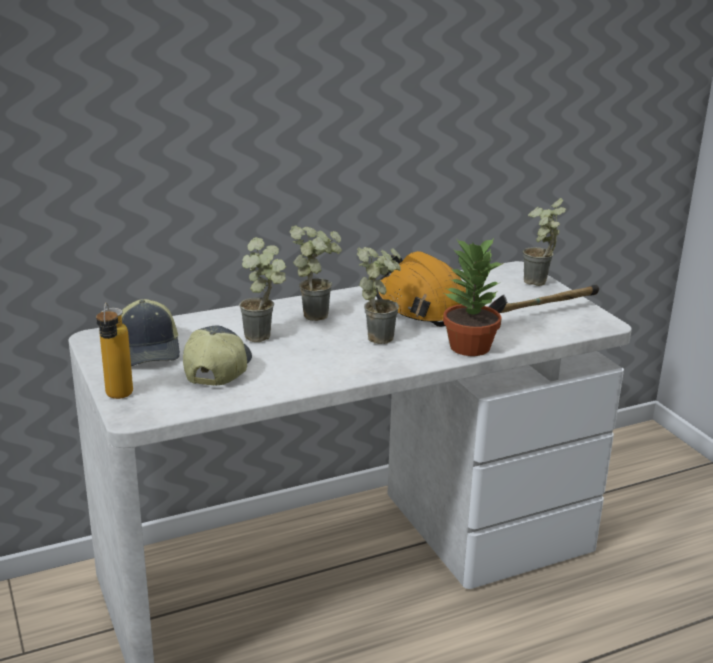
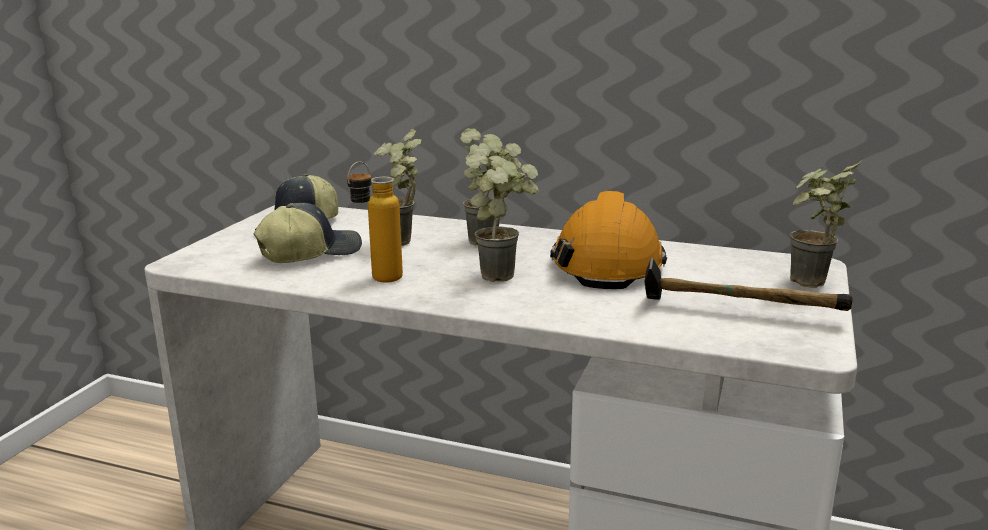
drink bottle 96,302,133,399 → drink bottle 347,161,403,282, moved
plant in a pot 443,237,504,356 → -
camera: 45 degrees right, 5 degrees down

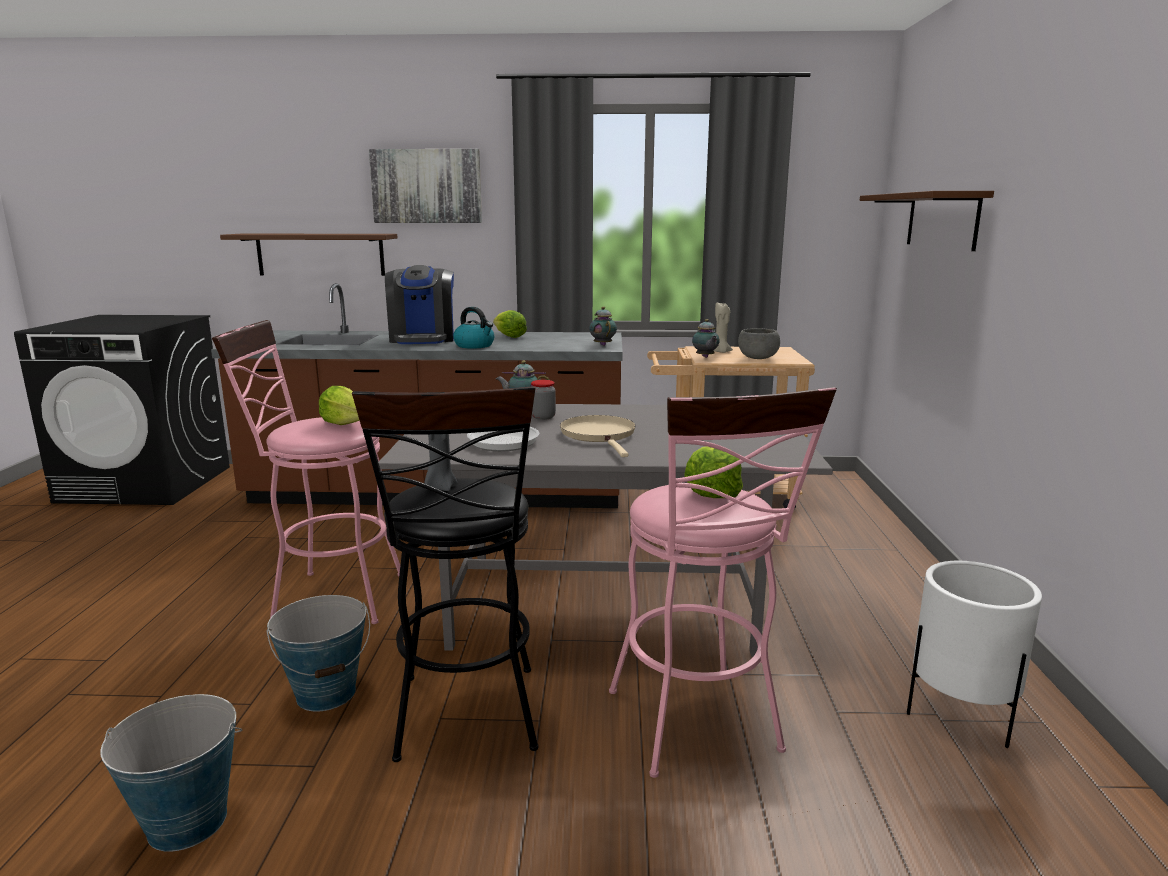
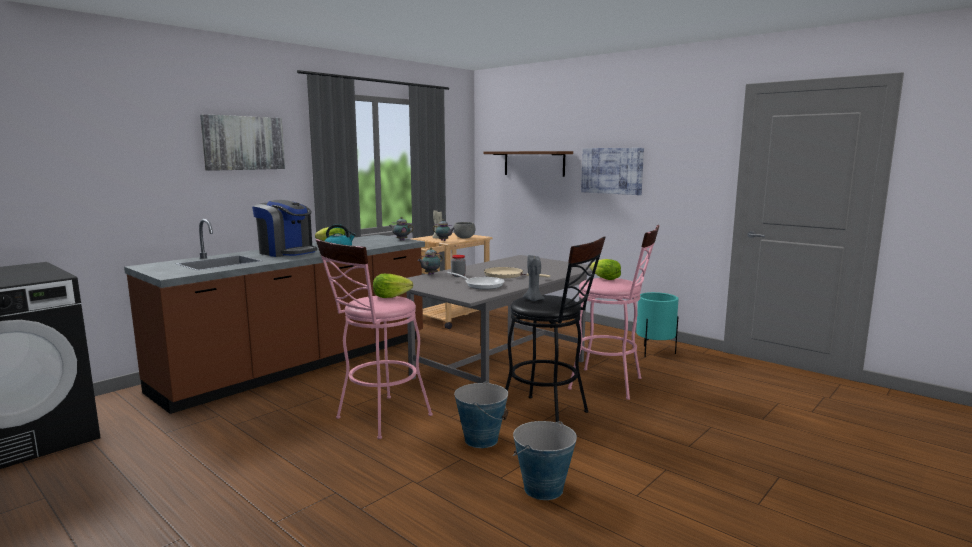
- → wall picture 581,148,644,195
white-coloured flower pot 907,561,1042,748 → turquoise-coloured flower pot 636,292,679,357
brownish bracket shelf 220,234,398,276 → -
camera: 50 degrees left, 5 degrees down

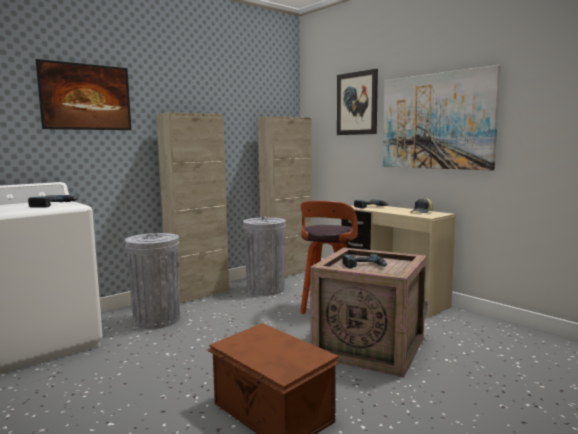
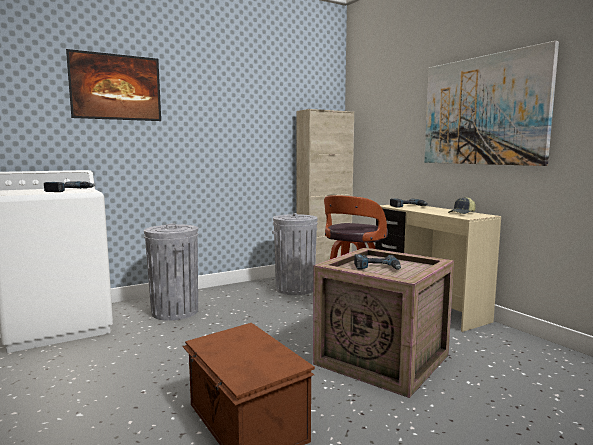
sand-coloured cabinet 156,112,229,303 → -
wall picture 337,69,378,135 → -
camera: 10 degrees right, 0 degrees up

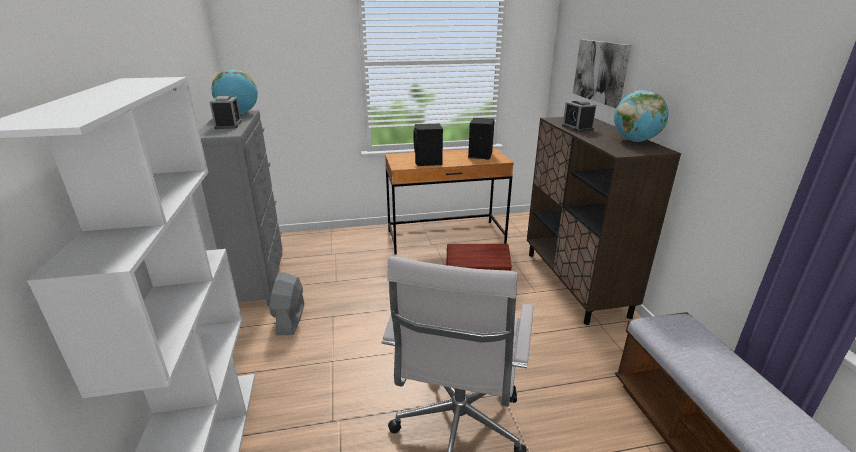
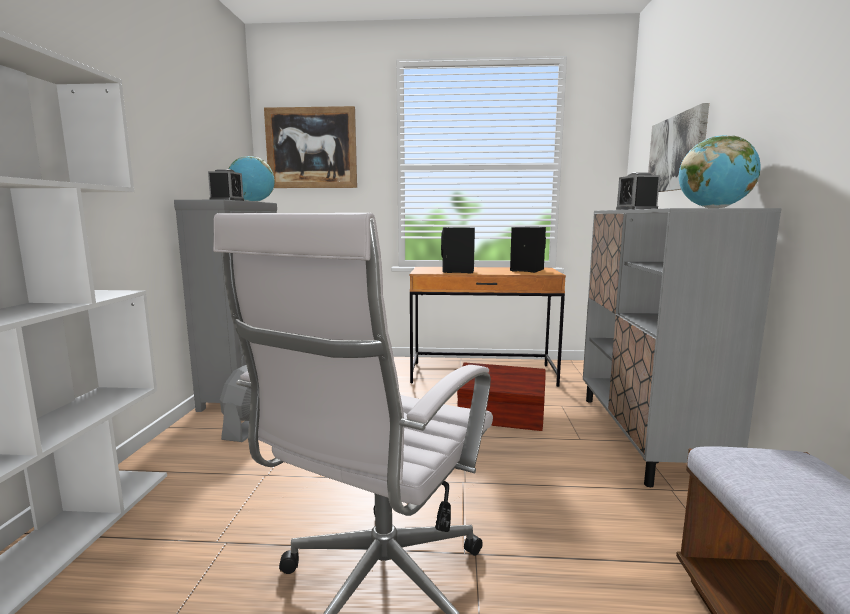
- → wall picture 264,106,357,188
brownish cabinet 527,117,681,325 → grey cabinet 583,208,781,487
camera: 15 degrees right, 15 degrees down

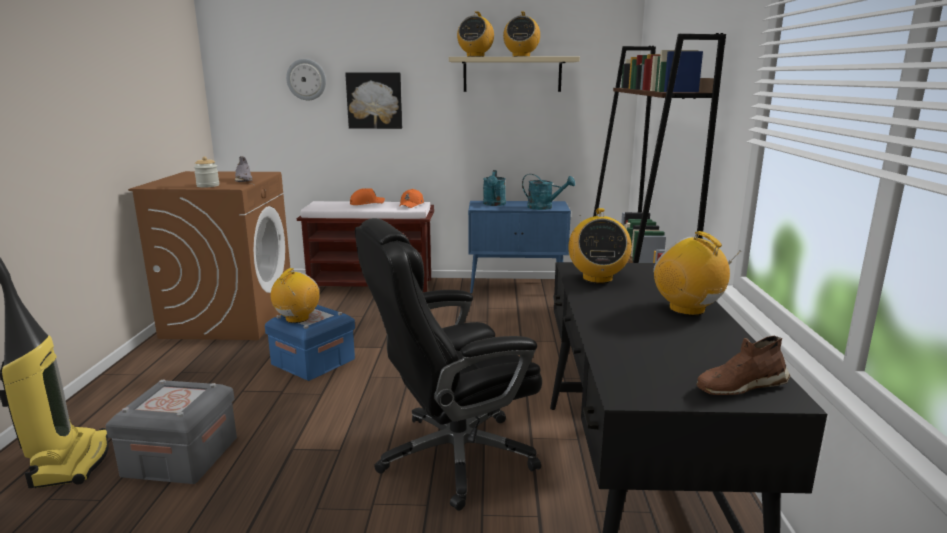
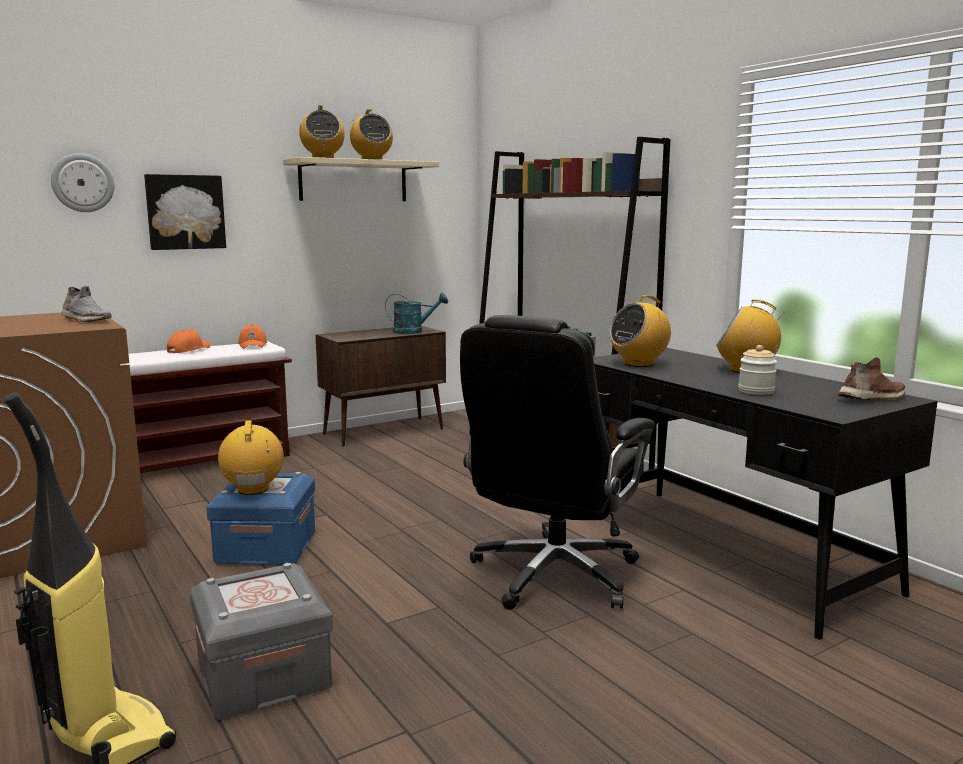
blue cabinet 468,201,571,294 → brownish cabinet 316,326,446,447
radio 568,208,632,284 → radio 610,295,671,367, 90 degrees clockwise
jar 194,156,219,188 → jar 738,345,777,395, moved
brownish item of footwear 696,336,790,395 → brownish item of footwear 838,358,905,400, 150 degrees counterclockwise
turquoise-coloured watering pot 483,170,506,206 → -
camera: 35 degrees left, 5 degrees down

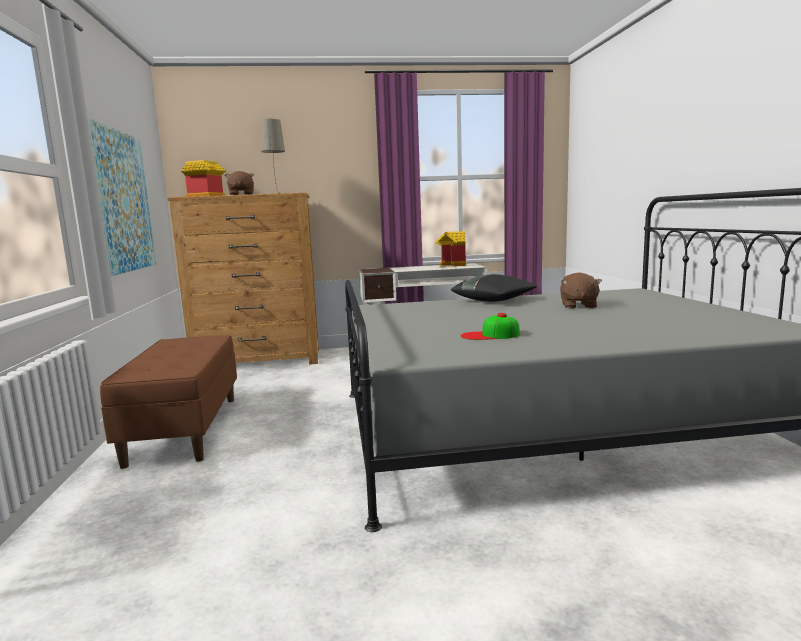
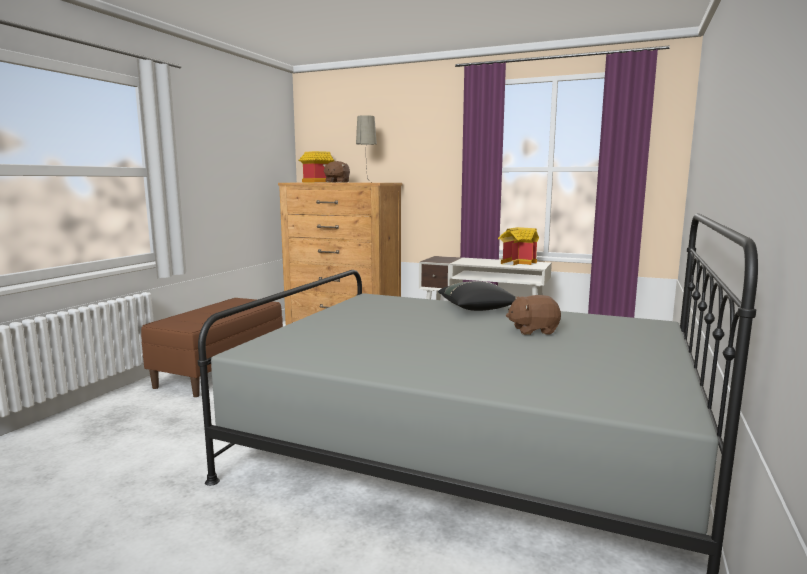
brownish plush toy 560,272,602,309 → brownish plush toy 506,295,561,335, 45 degrees clockwise
wall picture 88,118,156,276 → -
baseball cap 460,313,520,340 → -
camera: 30 degrees right, 0 degrees up

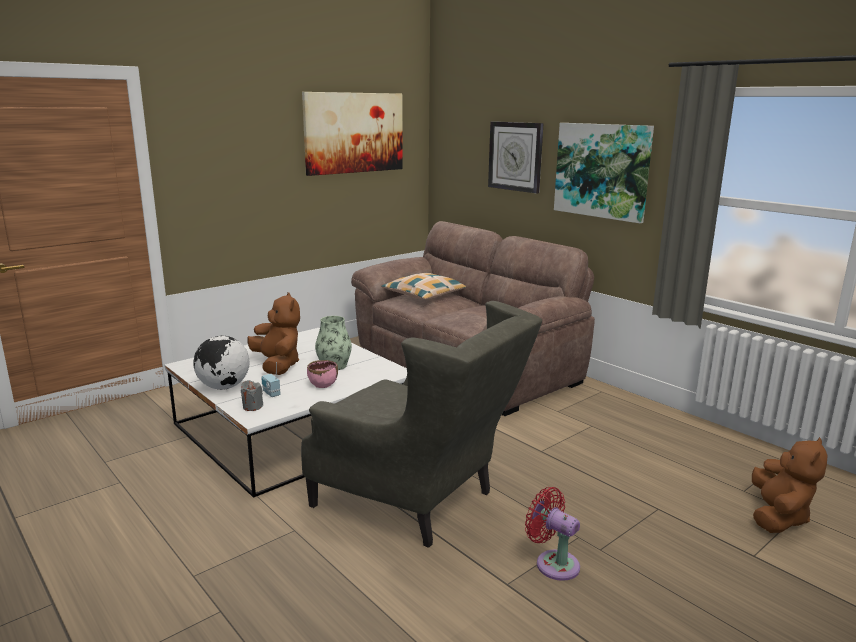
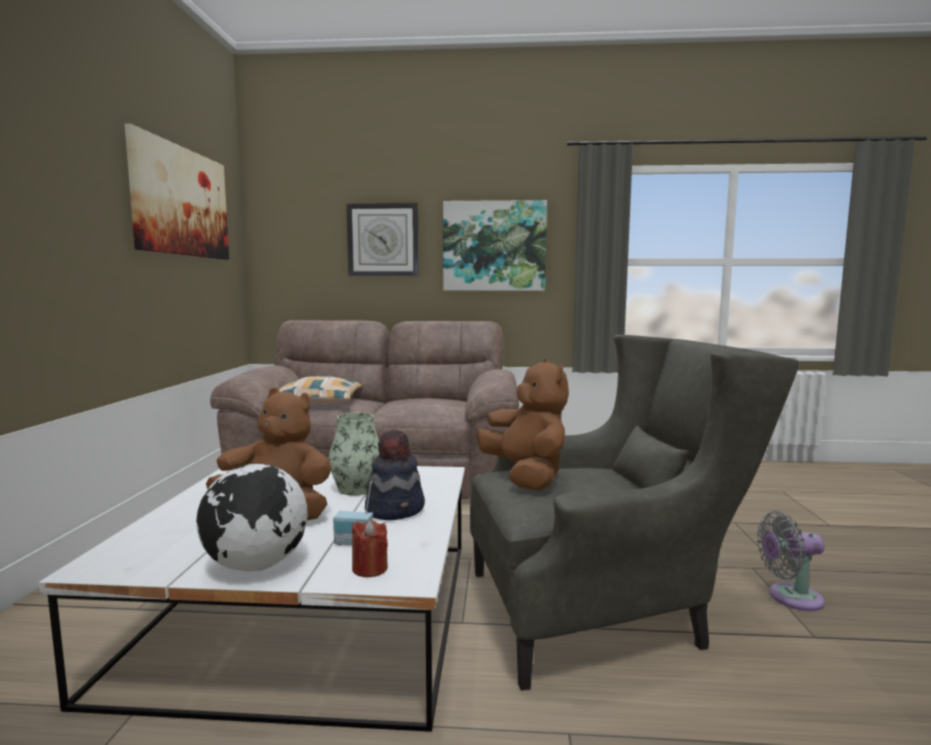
grey candle 241,380,263,411 → reddish candle 352,520,388,577
pink deep dish 307,360,338,388 → hat 365,429,425,520
brownish plush toy 752,437,828,533 → brownish plush toy 476,359,569,490, moved
reddish fan 525,487,580,581 → grey fan 757,511,825,611
camera: 45 degrees left, 10 degrees down

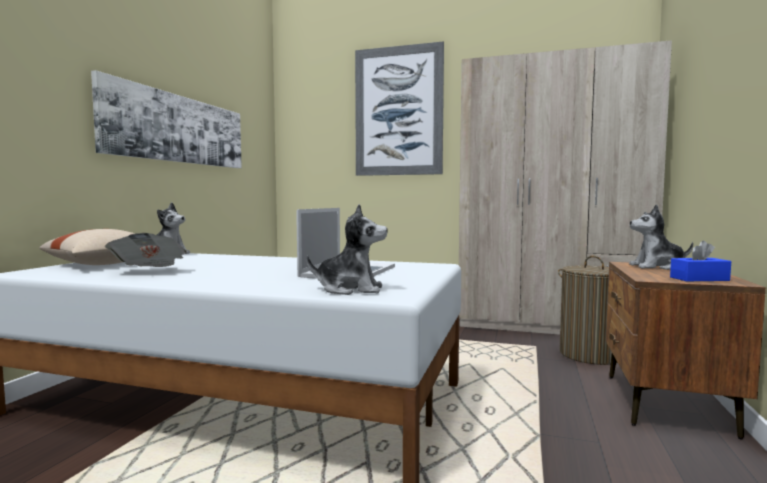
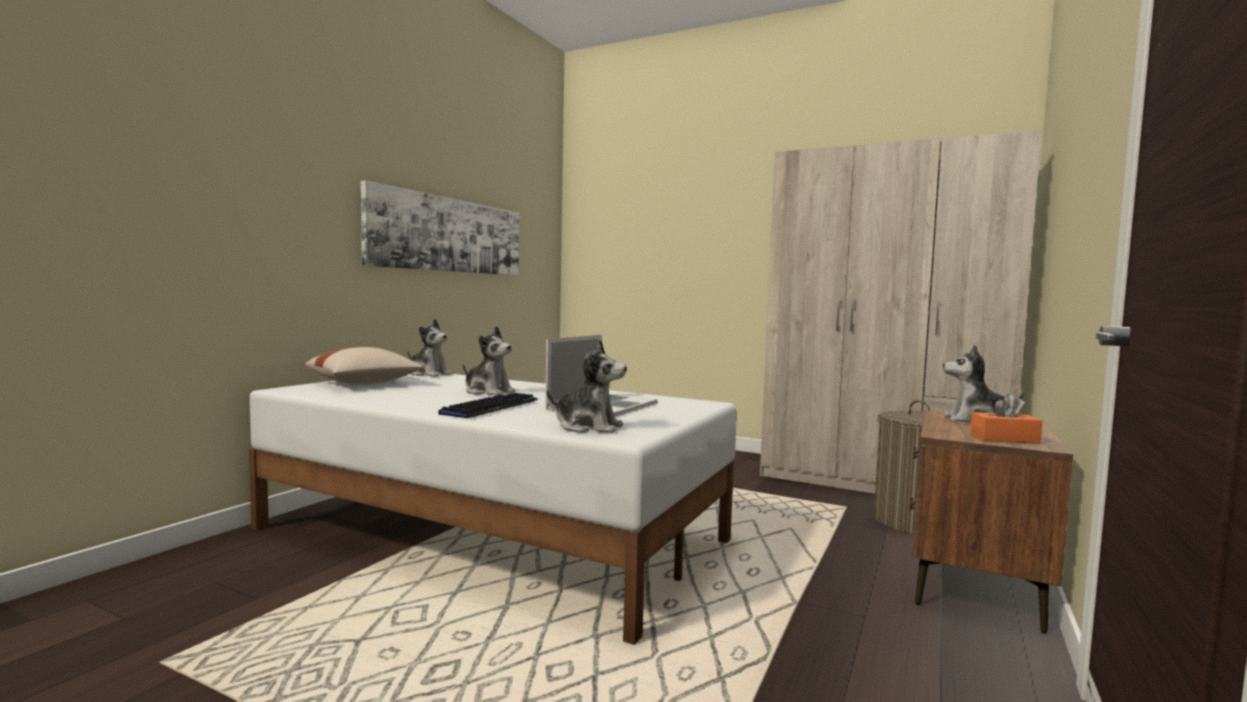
- → computer keyboard 438,393,539,418
- → plush toy 463,326,516,396
blue tissue holder 670,241,731,281 → orange tissue holder 970,394,1042,444
daily paper 105,233,186,267 → -
wall picture 355,41,444,176 → -
camera: 10 degrees right, 0 degrees up

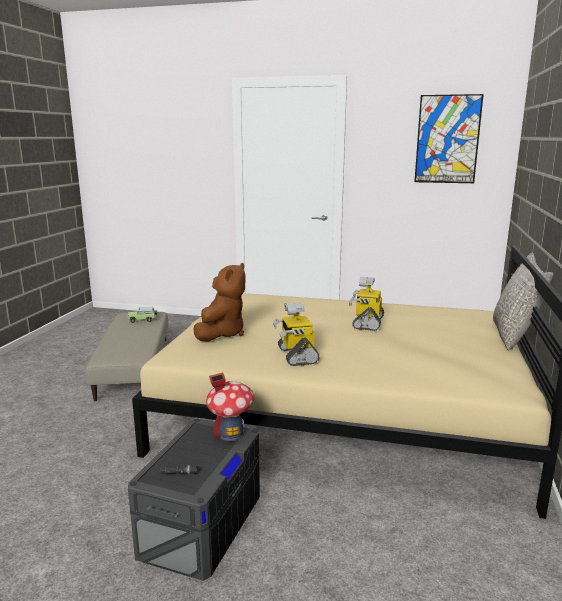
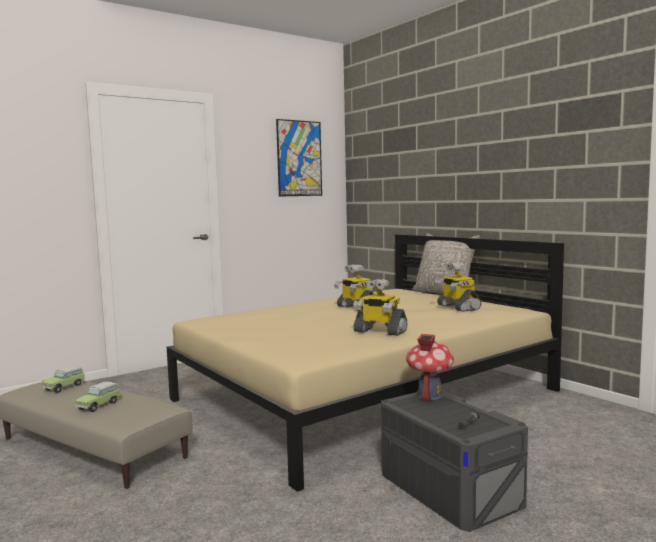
- → toy car 74,381,121,412
- → robot figure 434,263,481,312
brownish plush toy 193,263,246,341 → -
camera: 50 degrees left, 10 degrees down

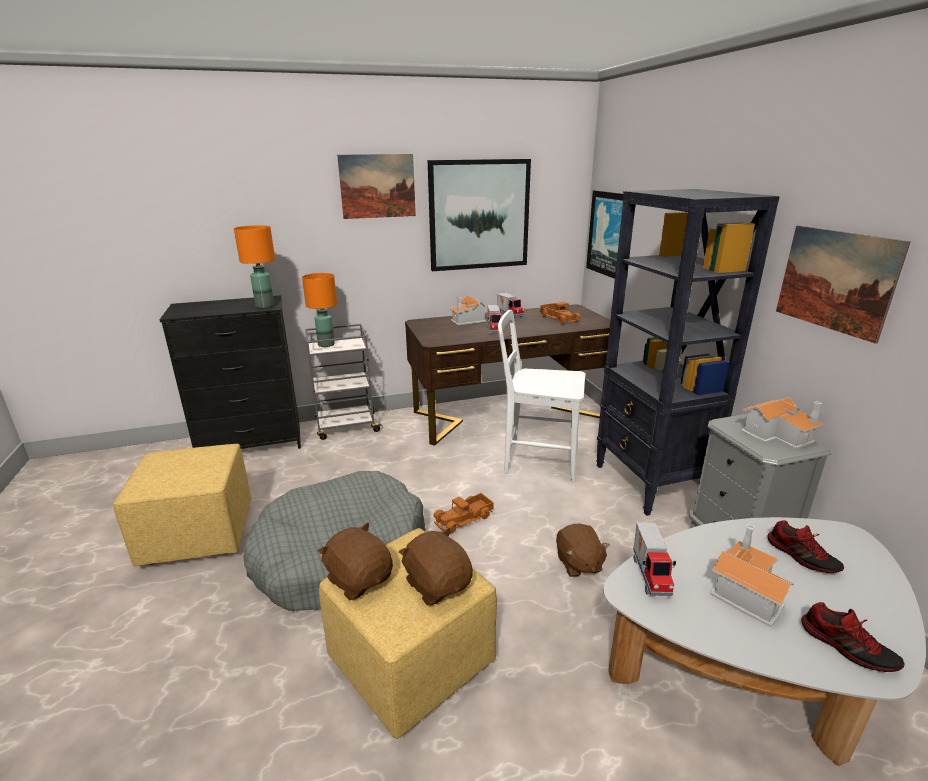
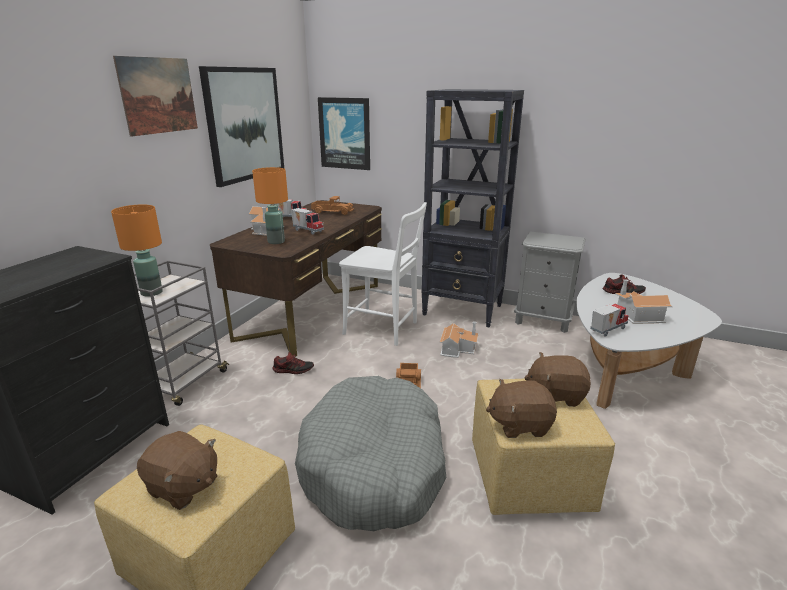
brownish plush toy 556,524,610,577 → brownish plush toy 137,431,218,510, moved
orange tabletop lamp 234,225,275,308 → orange tabletop lamp 252,167,288,244, moved
item of footwear 801,602,904,672 → item of footwear 273,352,314,374, moved
white-coloured upright chair 498,310,585,482 → white-coloured upright chair 339,202,427,346, 120 degrees counterclockwise
toy house 741,397,824,449 → toy house 439,321,479,358, moved
model truck 633,523,676,596 → model truck 590,304,629,337, 75 degrees counterclockwise
wall picture 776,226,911,344 → -
camera: 50 degrees left, 0 degrees up

